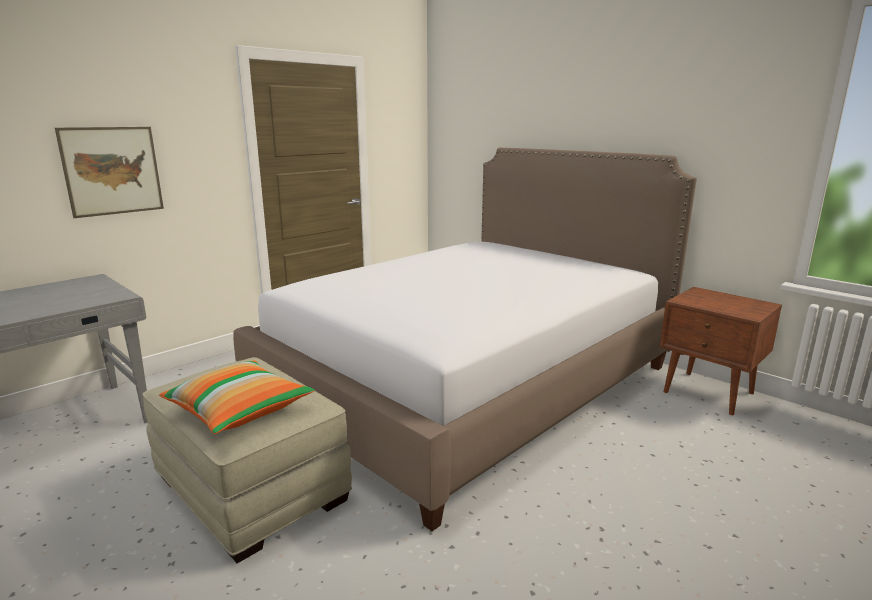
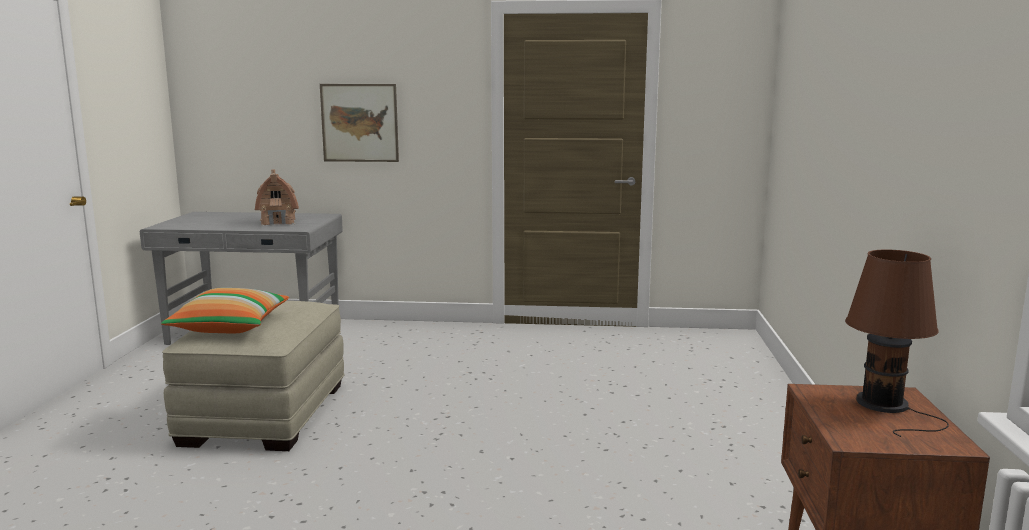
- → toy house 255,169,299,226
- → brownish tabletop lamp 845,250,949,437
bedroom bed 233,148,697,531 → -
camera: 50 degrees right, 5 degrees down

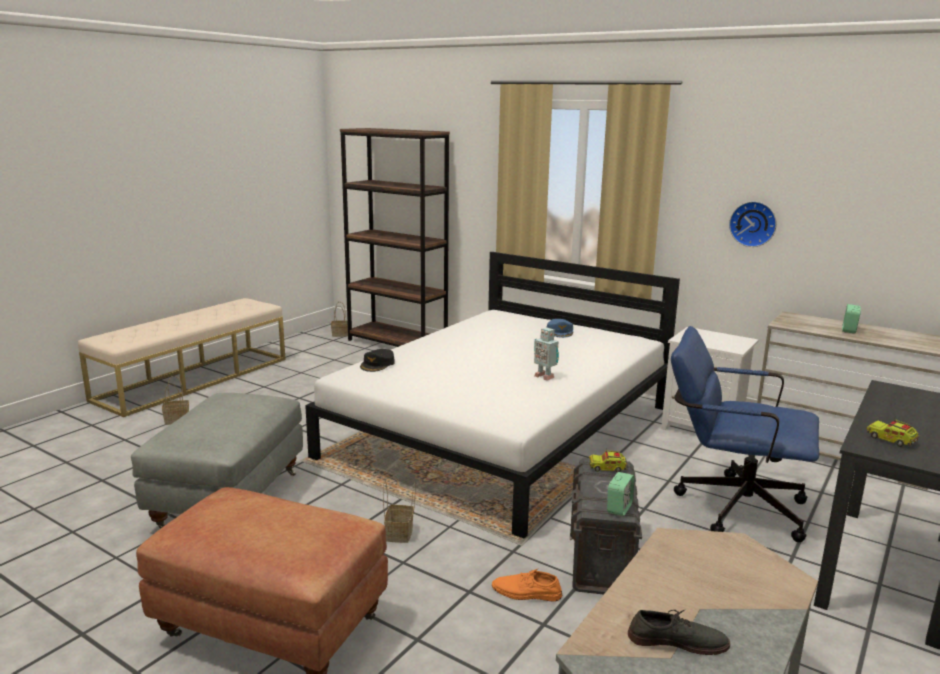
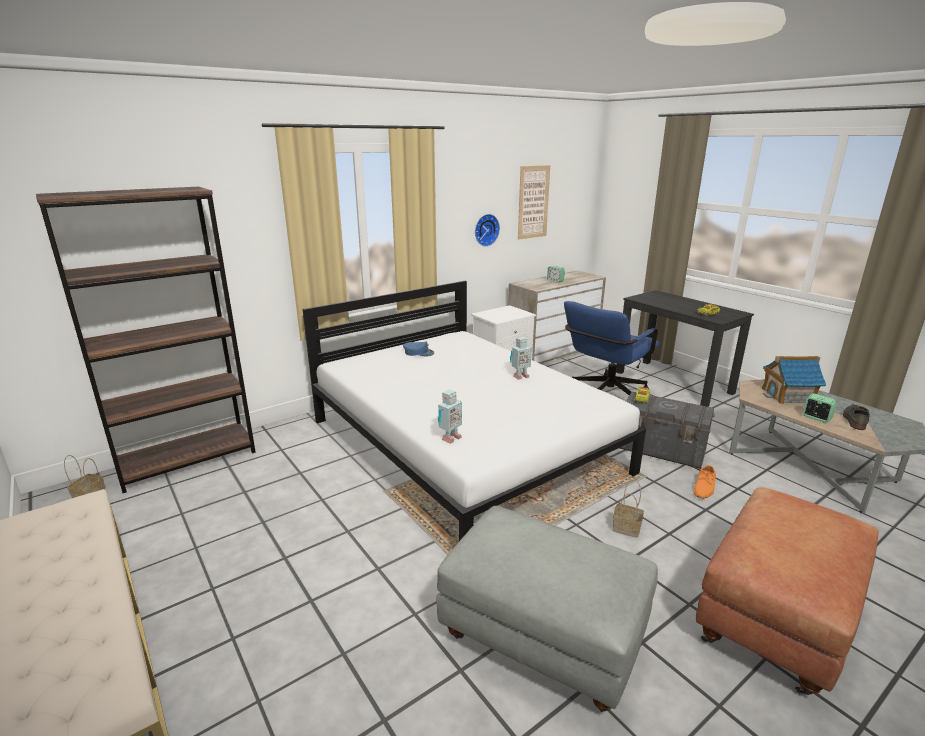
black baseball cap 360,349,394,372 → robot figure 438,389,462,444
- → wall picture 518,165,550,240
- → toy house 761,356,827,404
alarm clock 607,472,634,516 → alarm clock 802,394,837,423, moved
storage basket 162,376,189,425 → -
camera: 70 degrees left, 5 degrees up

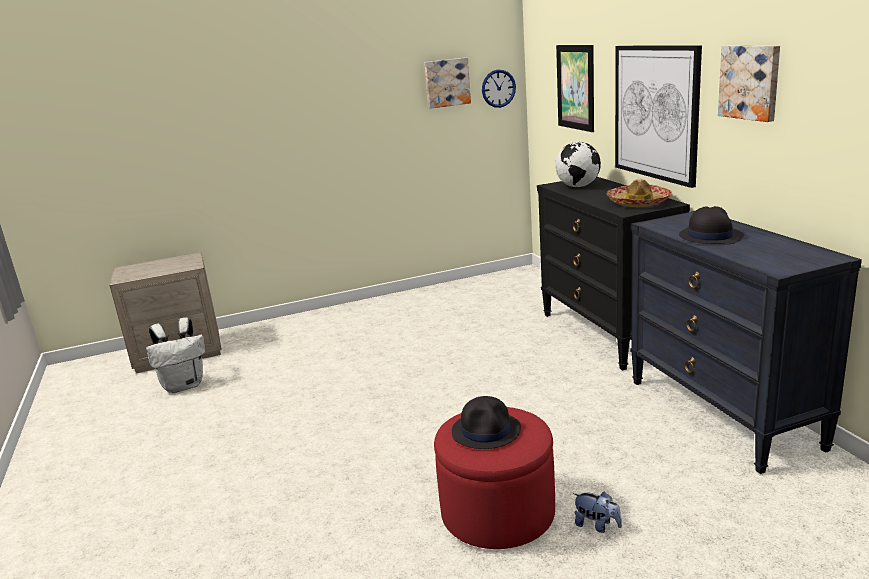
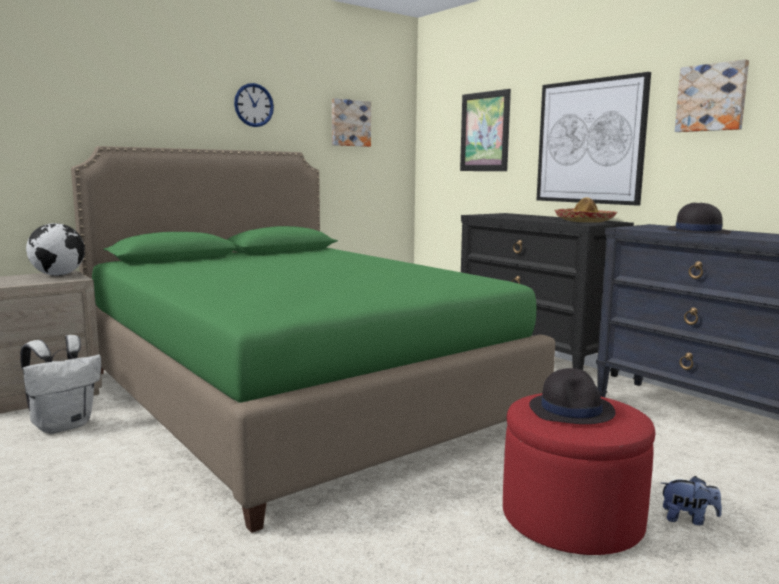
globe 555,142,601,187 → globe 26,223,85,276, moved
- → green bedroom bed 71,146,555,533
hanging clock 482,70,516,108 → hanging clock 234,83,274,127, moved
camera: 20 degrees left, 10 degrees down

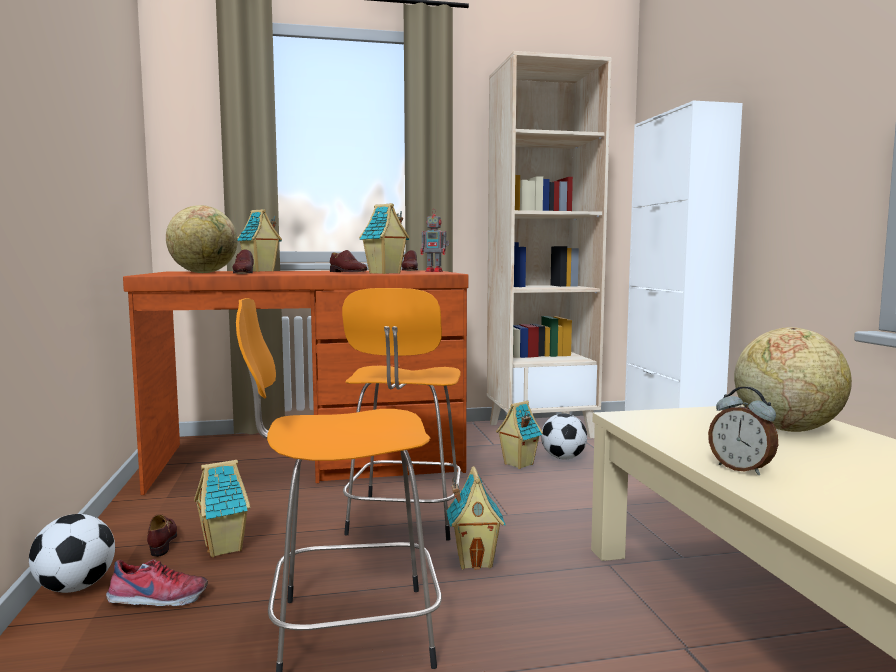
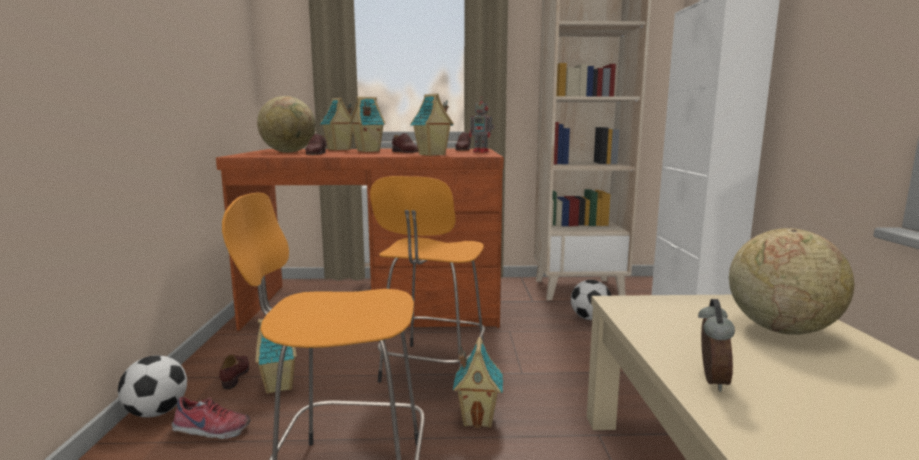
toy house 496,400,543,469 → toy house 350,96,386,152, moved
alarm clock 708,387,778,475 → alarm clock 698,299,735,392, 135 degrees counterclockwise
camera: 10 degrees right, 5 degrees up

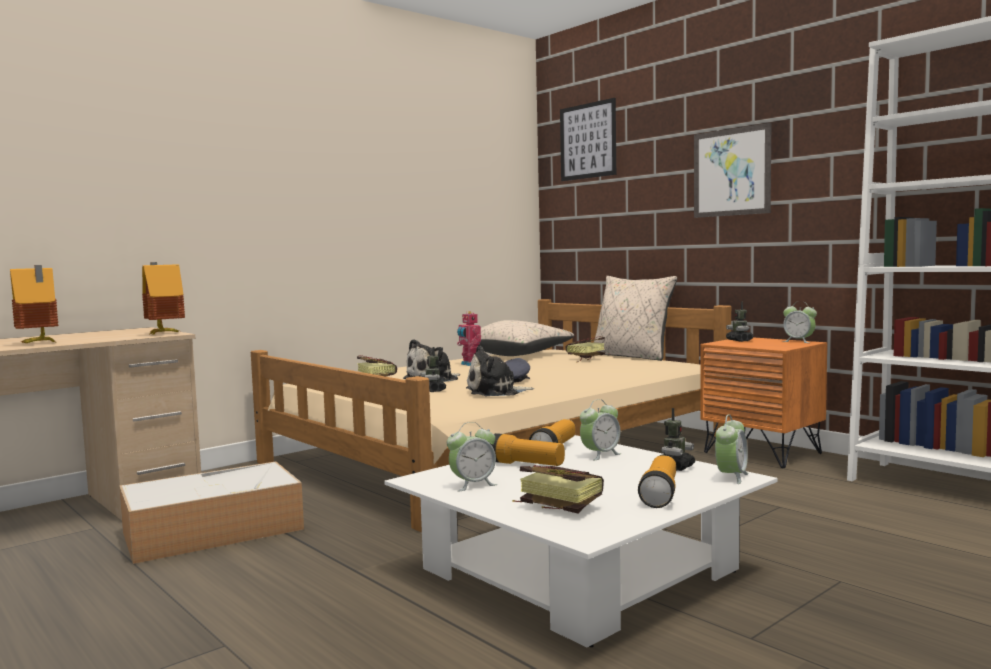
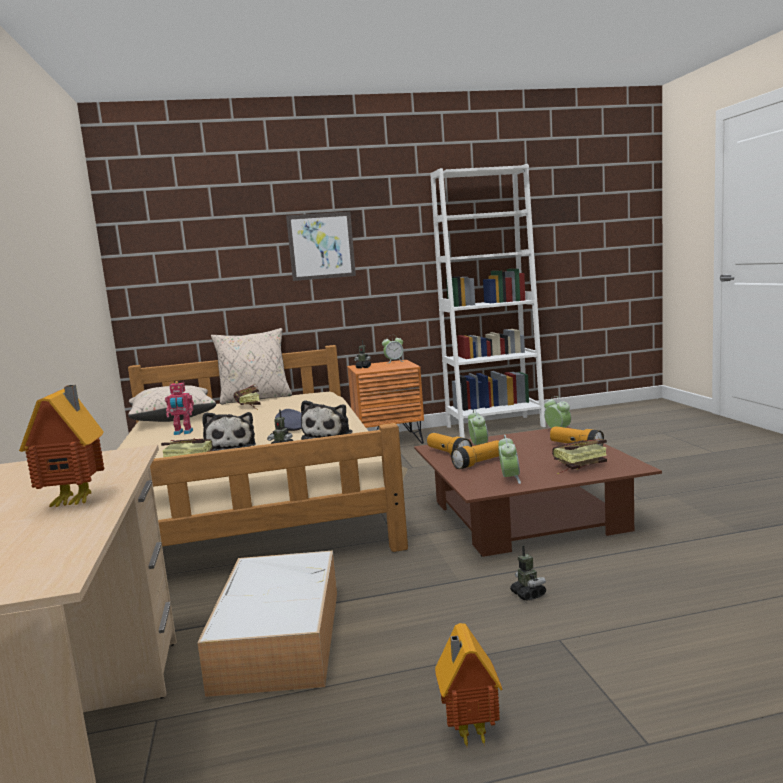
white-coloured coffee table 384,435,778,647 → brownish coffee table 414,426,662,557
toy house 142,262,185,335 → toy house 435,623,502,747, moved
robot figure 660,408,695,471 → robot figure 510,545,546,601, moved
wall picture 560,98,616,181 → -
camera: 60 degrees left, 5 degrees up

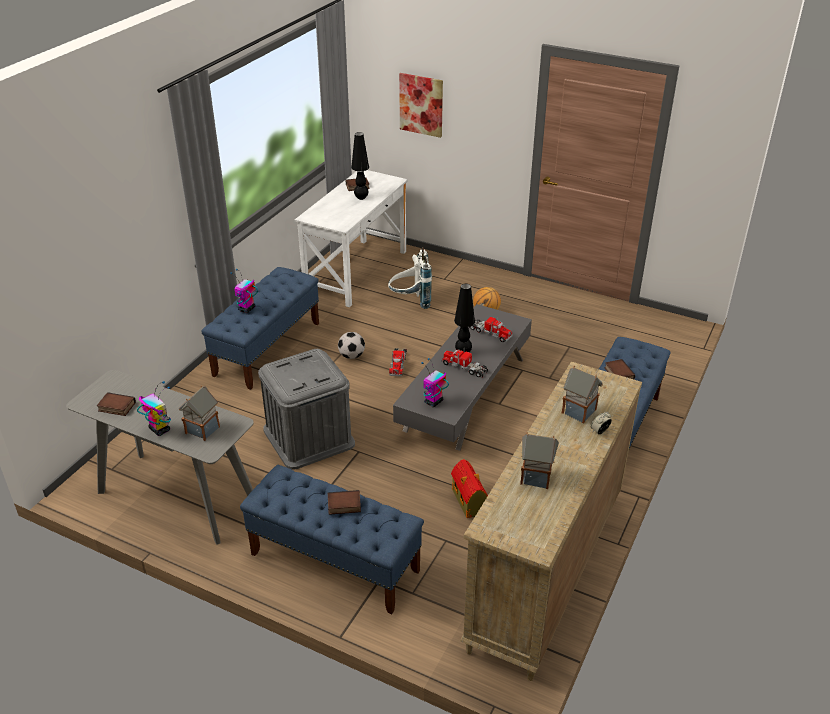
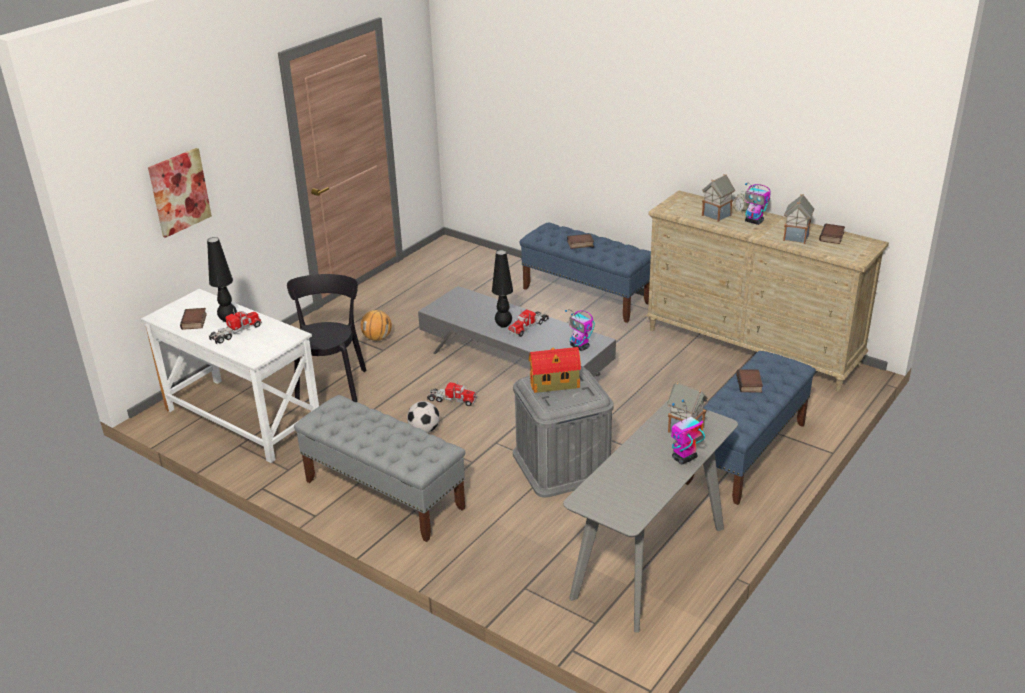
model truck 469,317,513,342 → model truck 209,309,262,345, moved
white-coloured rucksack 388,247,432,309 → black upright chair 287,274,367,402
blue bench 201,267,319,390 → grey bench 294,395,465,542
toy house 451,459,488,518 → toy house 529,347,581,393, moved
robot figure 230,269,258,313 → robot figure 744,183,771,225, moved
volume 97,392,136,416 → volume 819,224,845,244, moved
camera: 80 degrees left, 5 degrees down

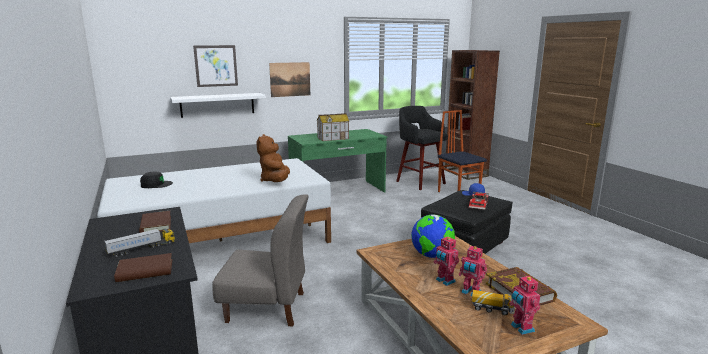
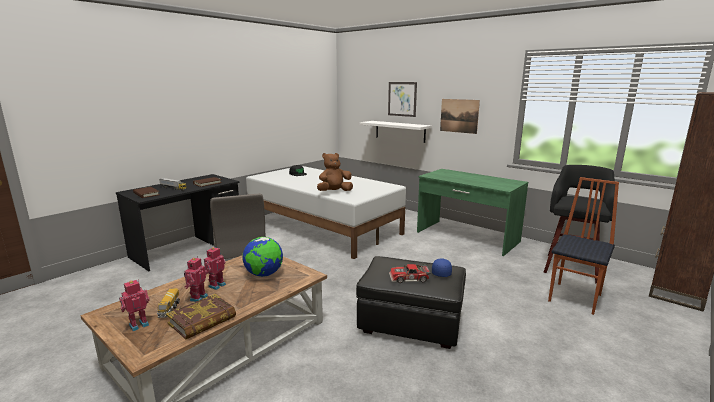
toy house 317,113,349,141 → -
camera: 65 degrees right, 0 degrees up

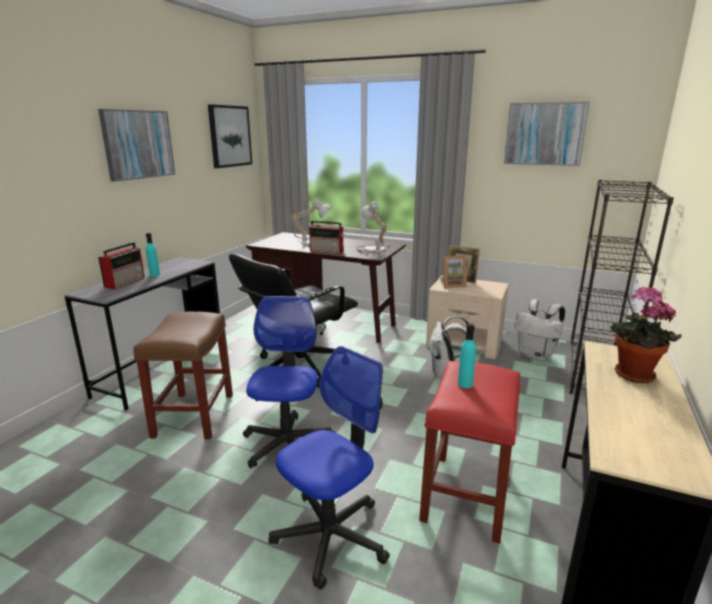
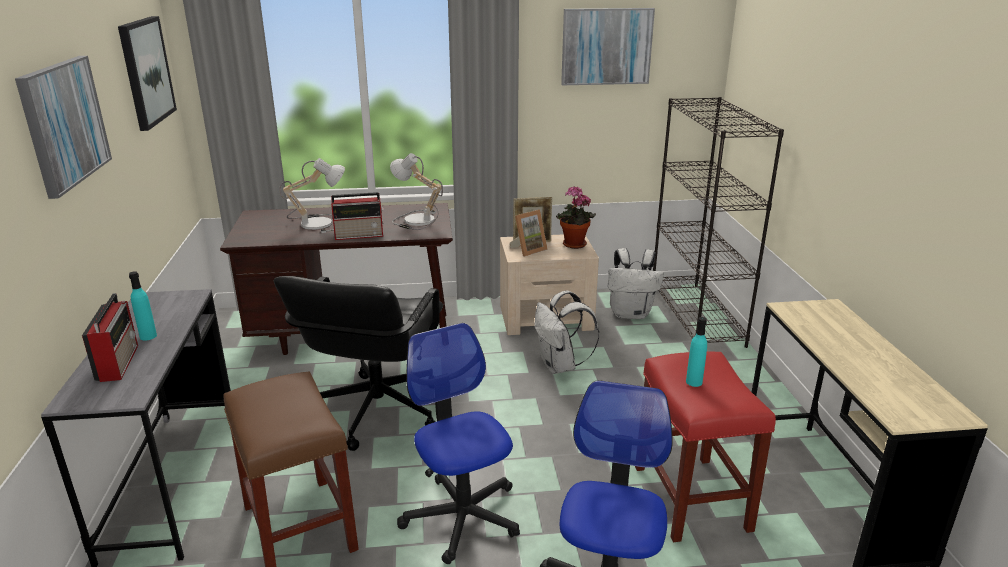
plant in a pot 610,286,682,383 → plant in a pot 556,186,596,249, moved
camera: 30 degrees left, 5 degrees up

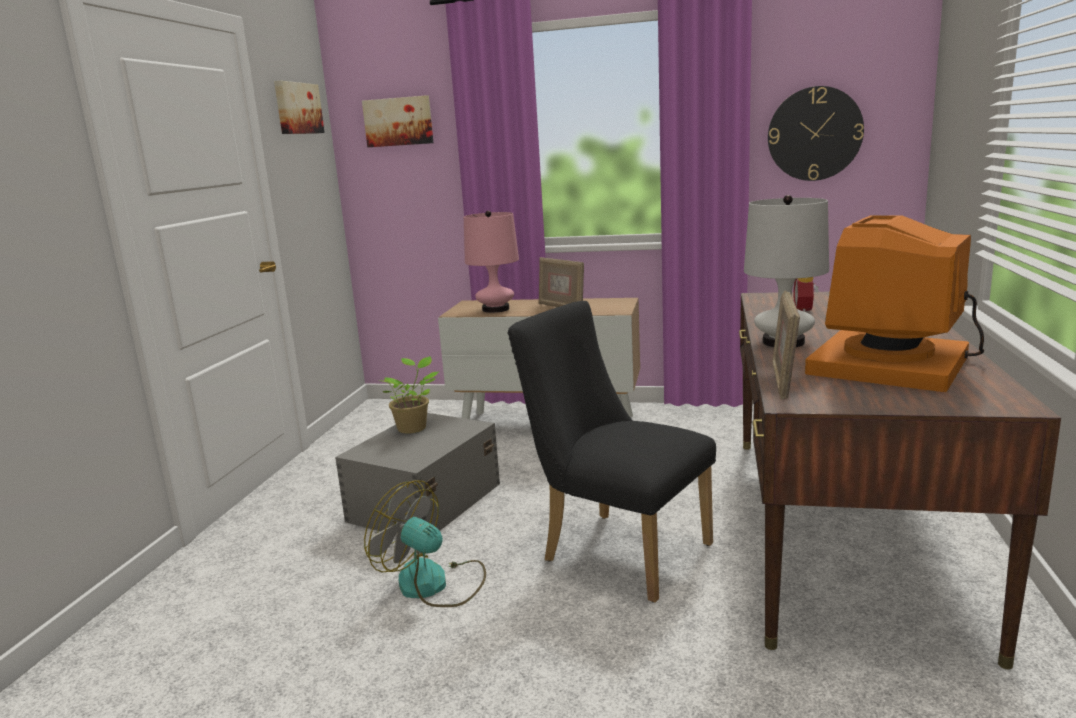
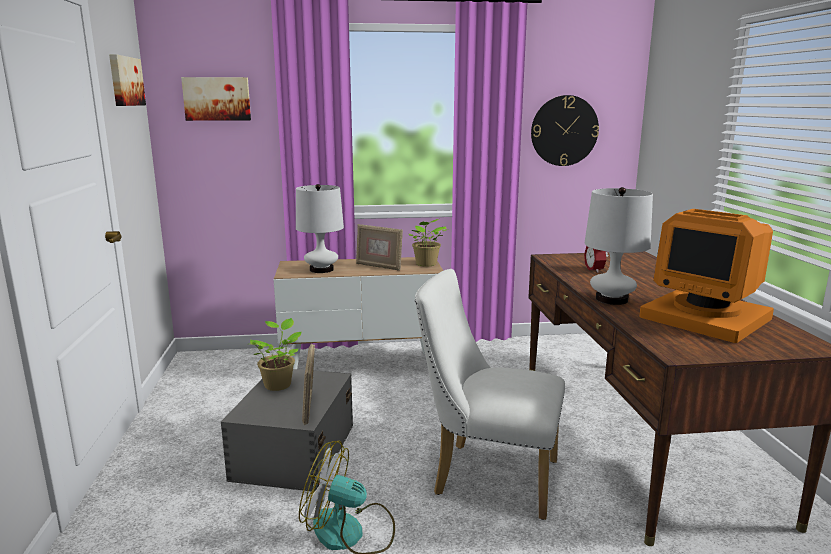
pink tabletop lamp 464,211,519,313 → white-coloured tabletop lamp 296,184,344,273
picture frame 772,290,800,400 → picture frame 302,344,315,425, moved
- → plant in a pot 409,219,446,267
black upright chair 508,301,716,603 → white-coloured upright chair 415,269,565,520
computer display 805,215,984,392 → computer display 639,209,774,343, 60 degrees counterclockwise
camera: 20 degrees left, 0 degrees up

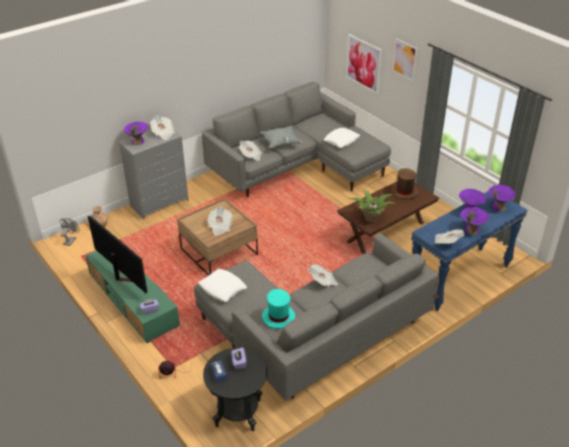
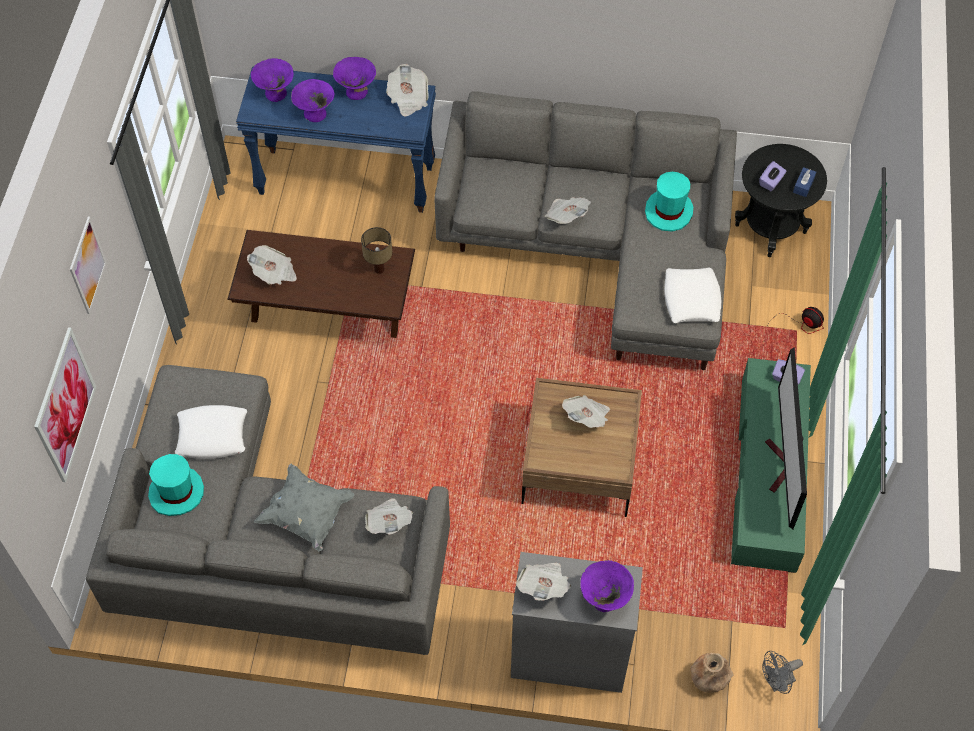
- → turquoise-coloured hat 148,454,204,516
brownish hat 391,168,418,200 → daily paper 247,245,297,285
plant in a pot 348,189,394,222 → tabletop lamp 361,227,393,274
camera: 135 degrees left, 20 degrees up

